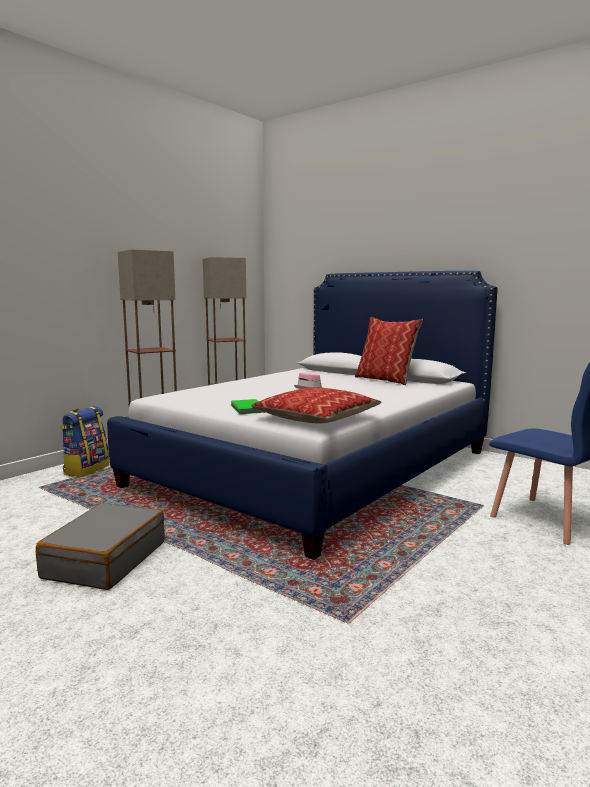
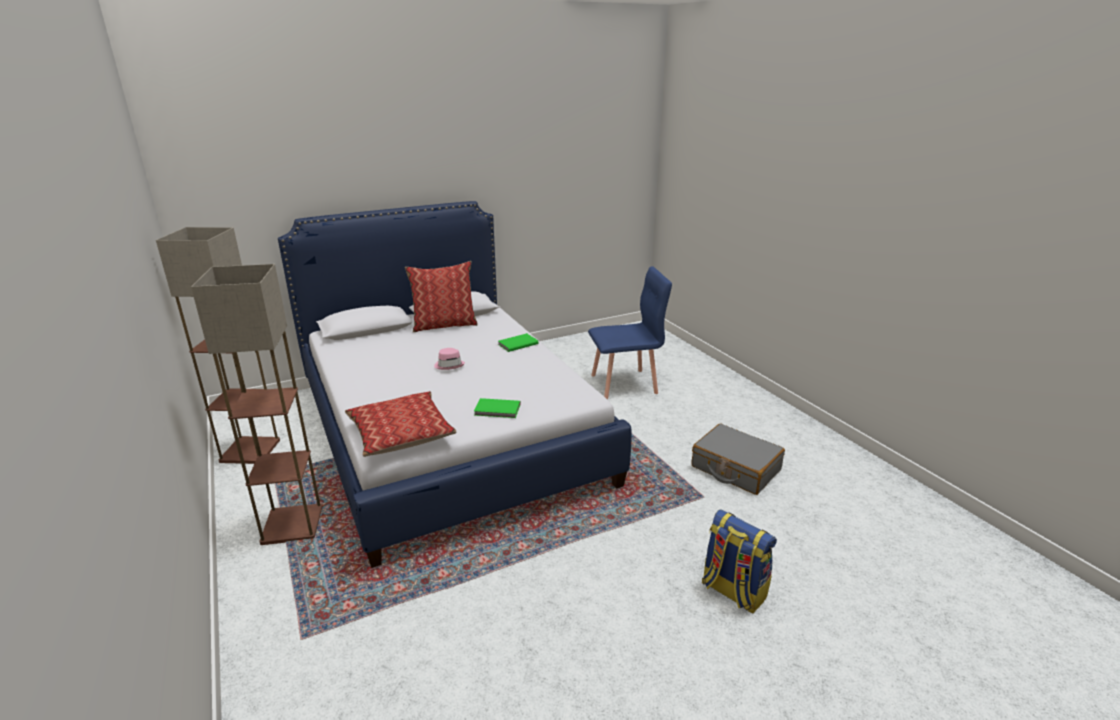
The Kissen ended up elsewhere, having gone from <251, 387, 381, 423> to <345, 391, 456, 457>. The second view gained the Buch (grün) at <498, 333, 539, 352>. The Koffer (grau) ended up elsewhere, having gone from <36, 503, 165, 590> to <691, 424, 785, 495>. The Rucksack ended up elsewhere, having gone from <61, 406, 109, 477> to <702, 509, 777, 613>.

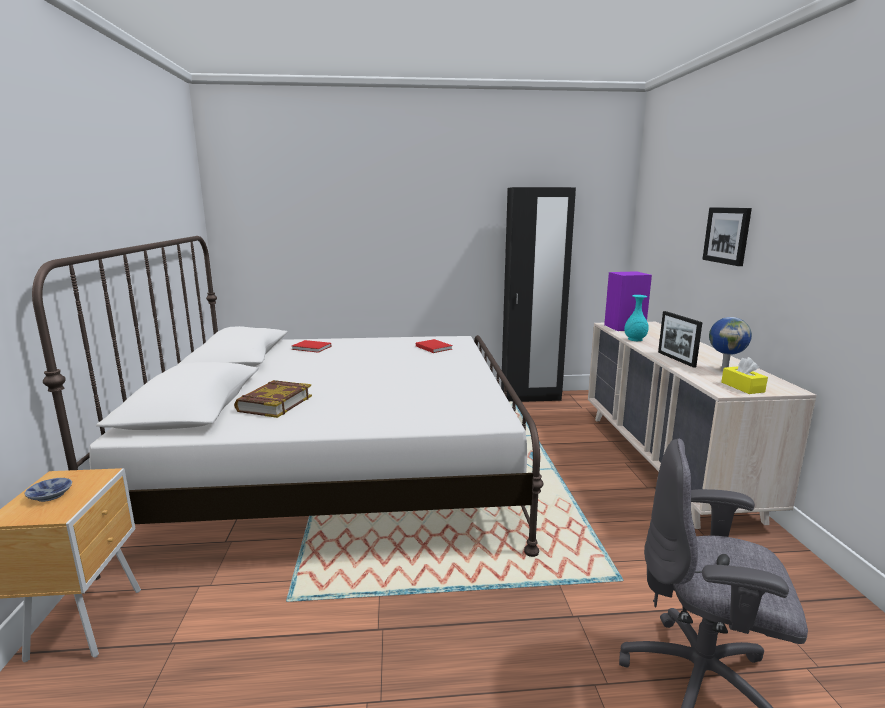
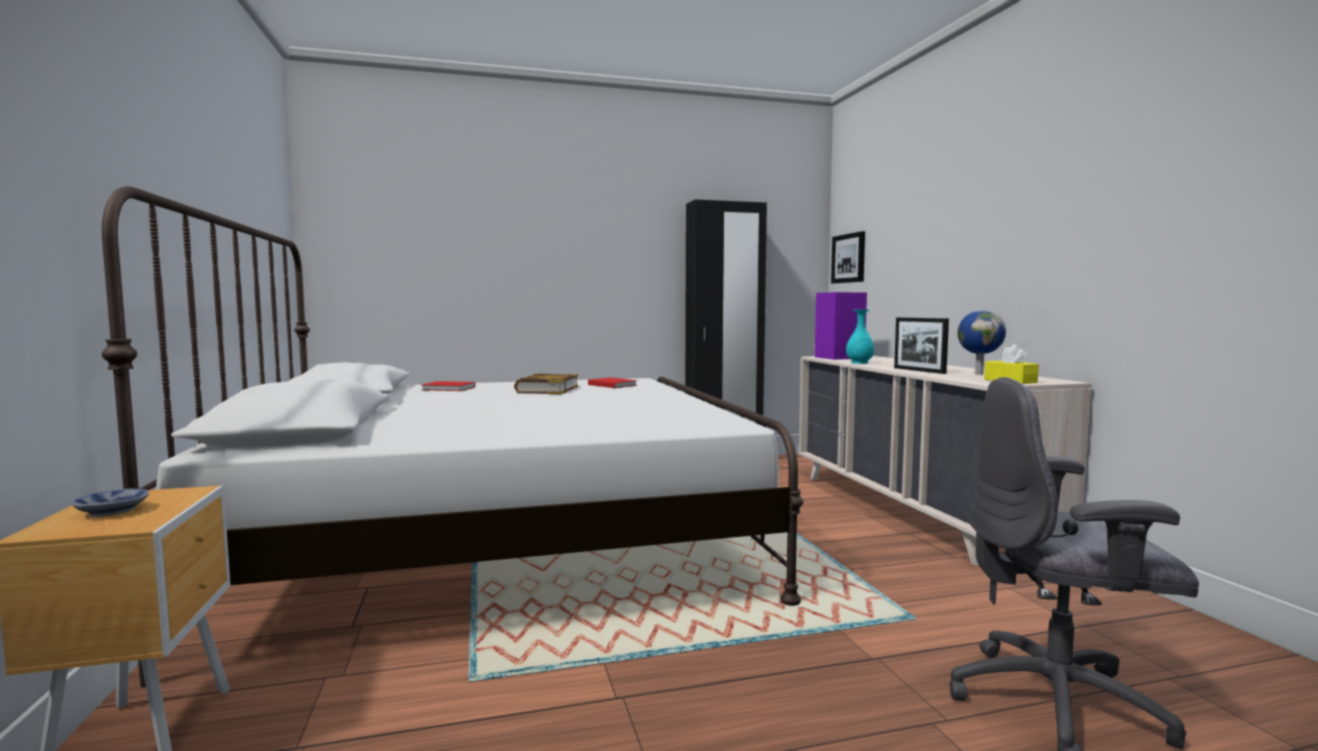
The Buch ended up elsewhere, having gone from <234, 380, 312, 418> to <514, 373, 578, 394>. The Bild ended up elsewhere, having gone from <702, 207, 752, 266> to <831, 231, 865, 284>.

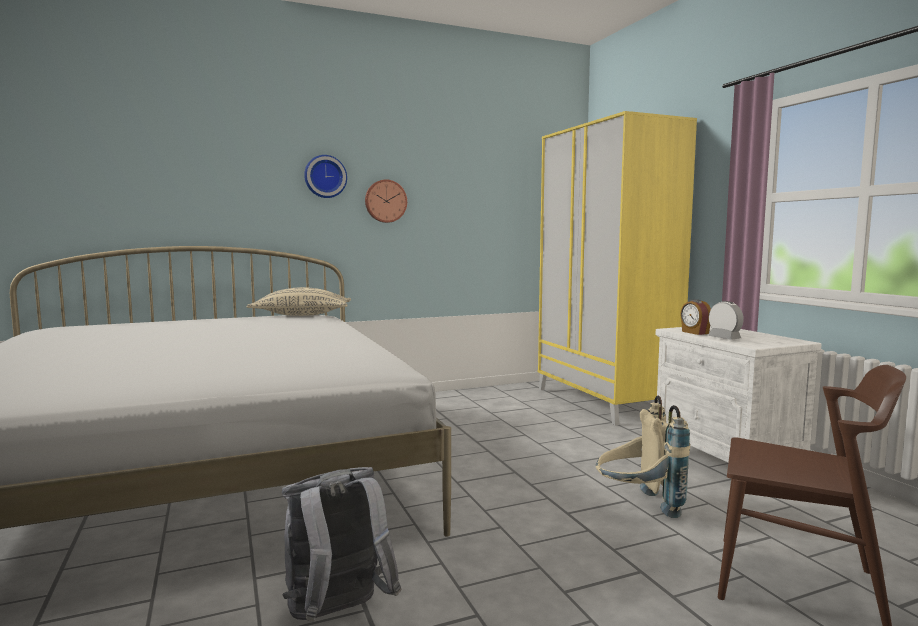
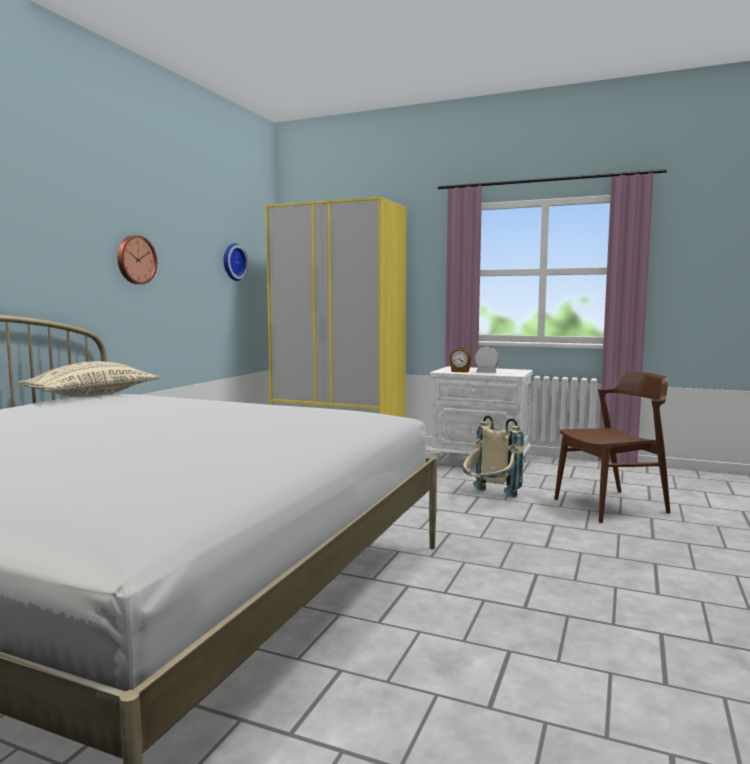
The Wanduhr ended up elsewhere, having gone from <304, 155, 347, 198> to <223, 243, 248, 281>. The second view lost the Rucksack (grau) at <282, 467, 402, 622>.

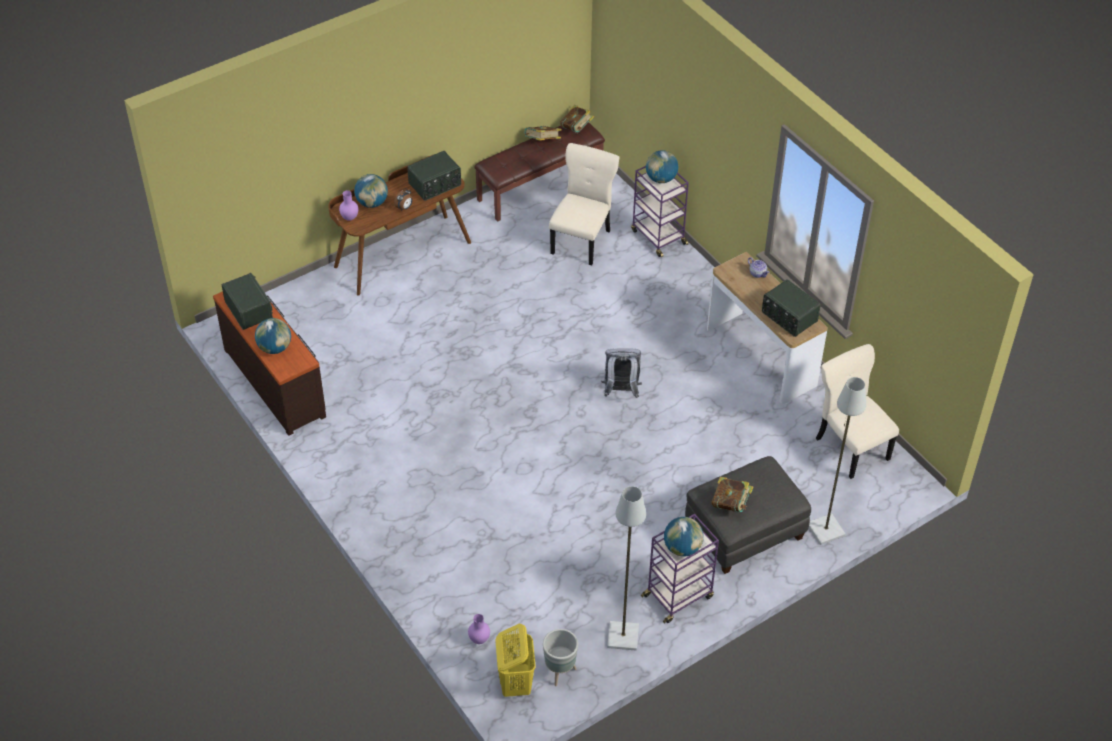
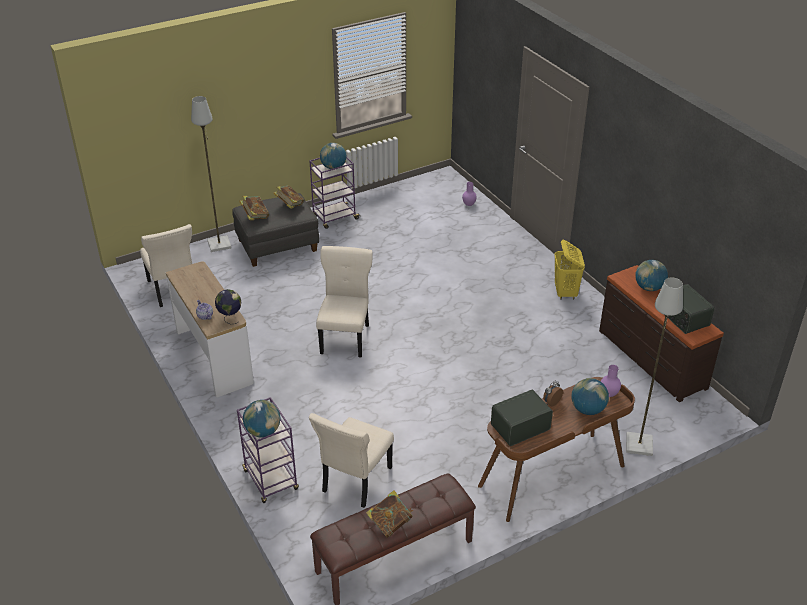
The second view gained the Globus at <215, 289, 241, 324>. The Buch ended up elsewhere, having gone from <560, 105, 594, 133> to <239, 196, 269, 220>. Where the Rucksack (grau) stood at <601, 348, 642, 398>, the Stuhl (beige) came to stand at <316, 246, 372, 358>. The Wäschekorb (gelb) ended up elsewhere, having gone from <495, 624, 536, 697> to <554, 240, 585, 300>. The Stehlampe (grau) ended up elsewhere, having gone from <607, 486, 646, 651> to <626, 277, 683, 456>. The second view lost the Pflanzkübel (grau) at <543, 629, 578, 686>. The second view lost the Radio at <762, 279, 821, 337>.

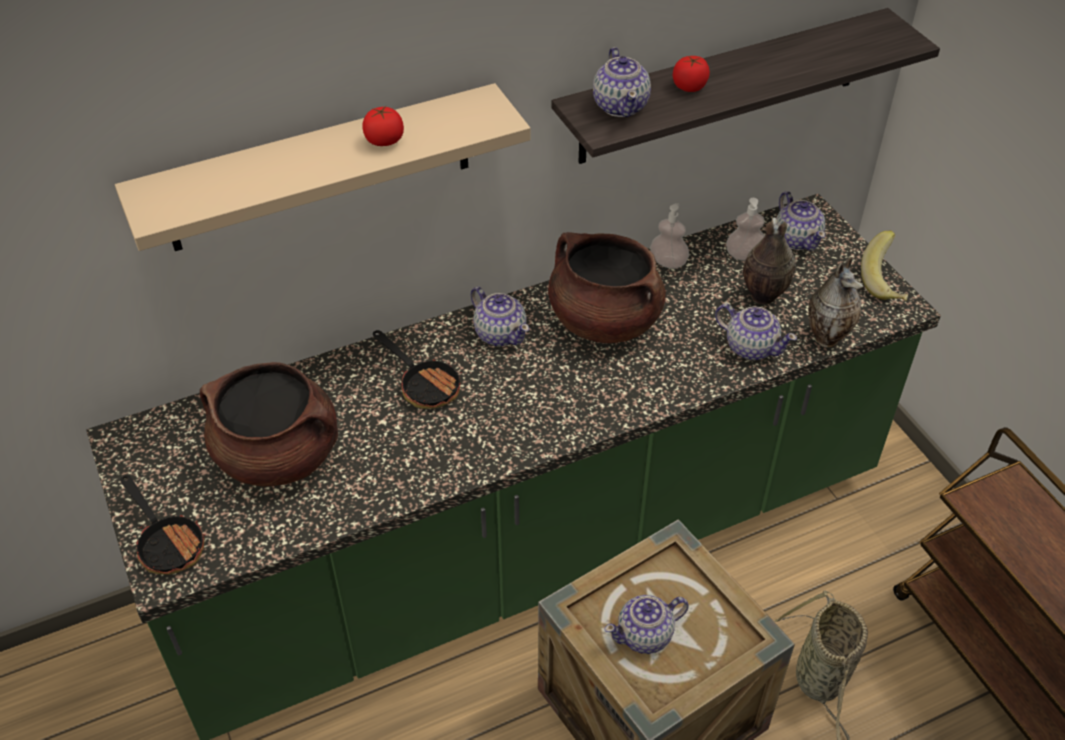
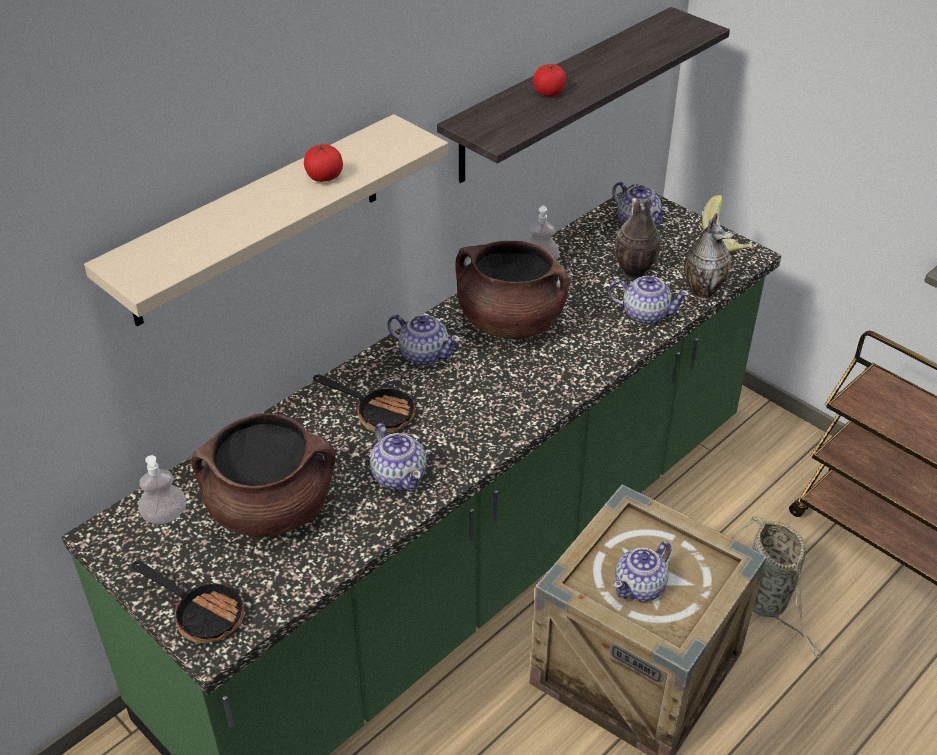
The Seifenspender ended up elsewhere, having gone from <726, 198, 765, 261> to <138, 455, 187, 524>. The Teekanne ended up elsewhere, having gone from <593, 47, 651, 117> to <370, 423, 426, 491>.

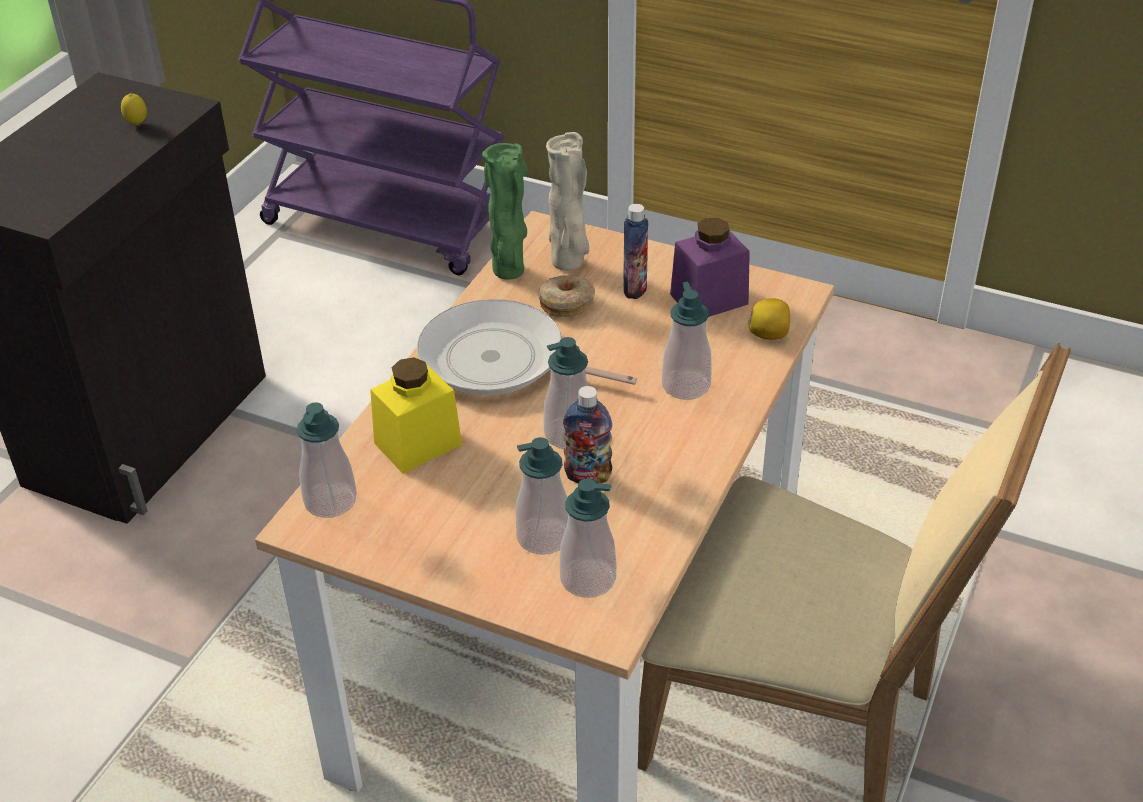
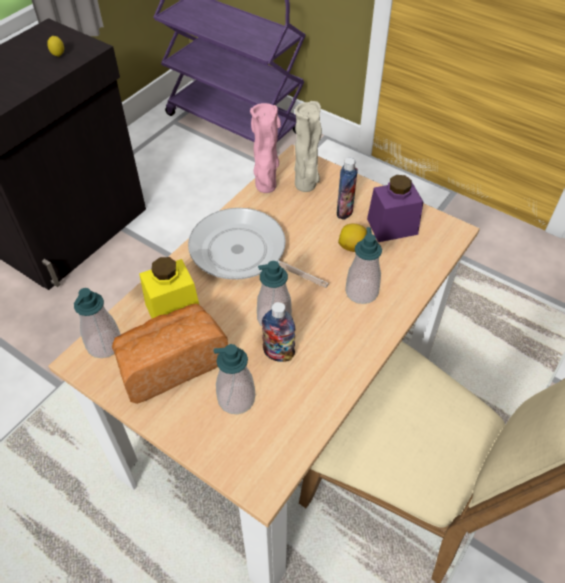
The second view gained the Brot at <112, 304, 228, 404>. What was the Vase (grün) at <482, 143, 528, 280> turned into the Vase (rosa) at <250, 103, 281, 193>. The Zitrone ended up elsewhere, having gone from <748, 298, 790, 340> to <338, 223, 367, 252>. The second view lost the Donut at <538, 275, 595, 317>. The second view lost the Seifenspender at <560, 479, 616, 598>.

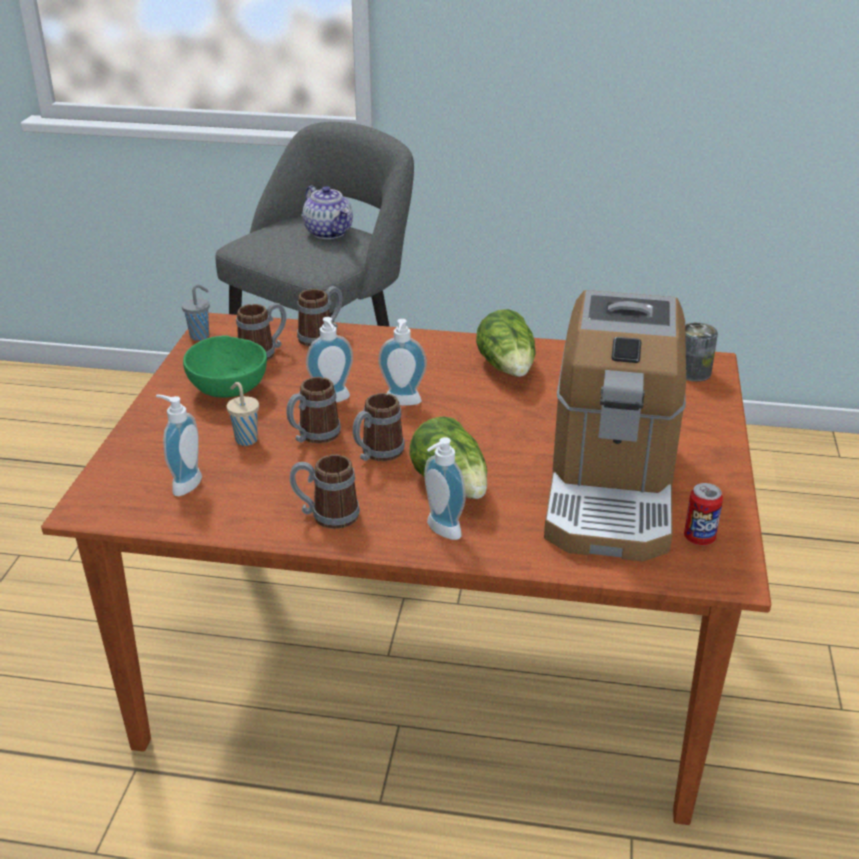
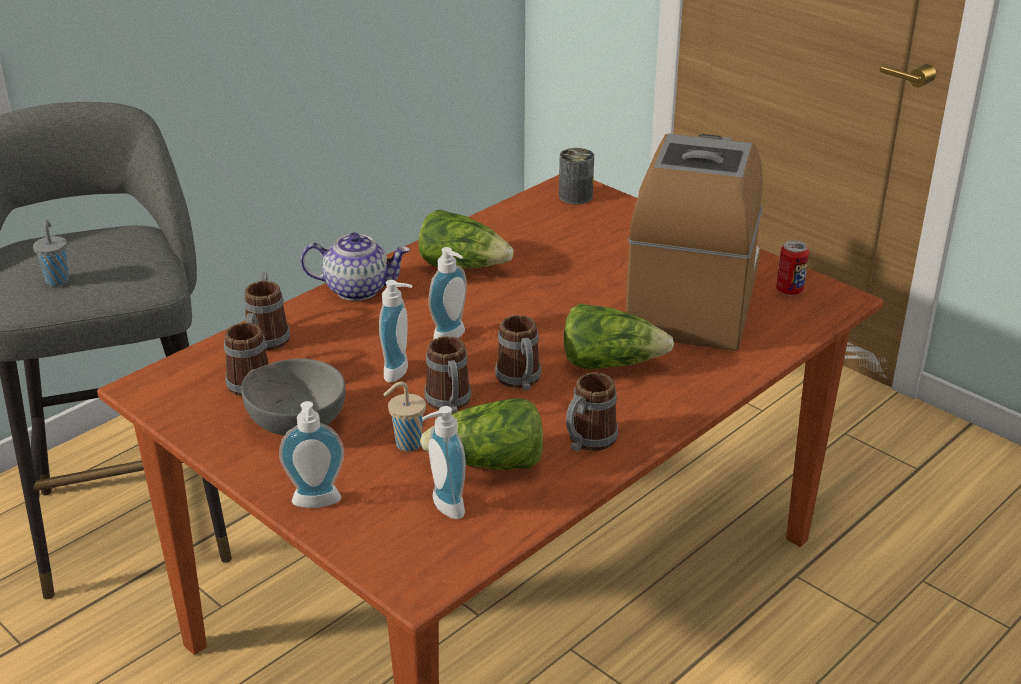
The Tasse (grau) ended up elsewhere, having gone from <182, 284, 210, 341> to <33, 220, 69, 286>. What was the Schüssel (grün) at <183, 335, 267, 398> turned into the Schüssel (grau) at <241, 358, 345, 436>. The Seifenspender ended up elsewhere, having gone from <424, 437, 466, 540> to <279, 401, 344, 508>. The Teekanne ended up elsewhere, having gone from <303, 185, 353, 239> to <301, 232, 410, 301>. The second view gained the Salatkopf at <420, 399, 543, 470>. The Kaffeemaschine at <544, 290, 686, 562> ended up facing another way, 120 degrees counterclockwise from before.

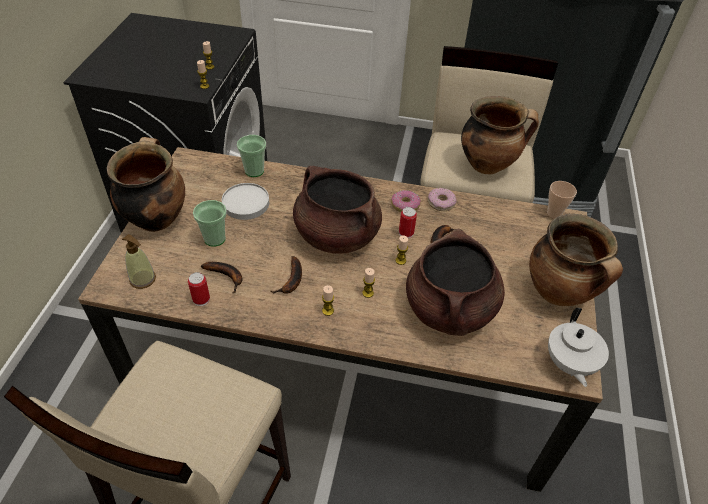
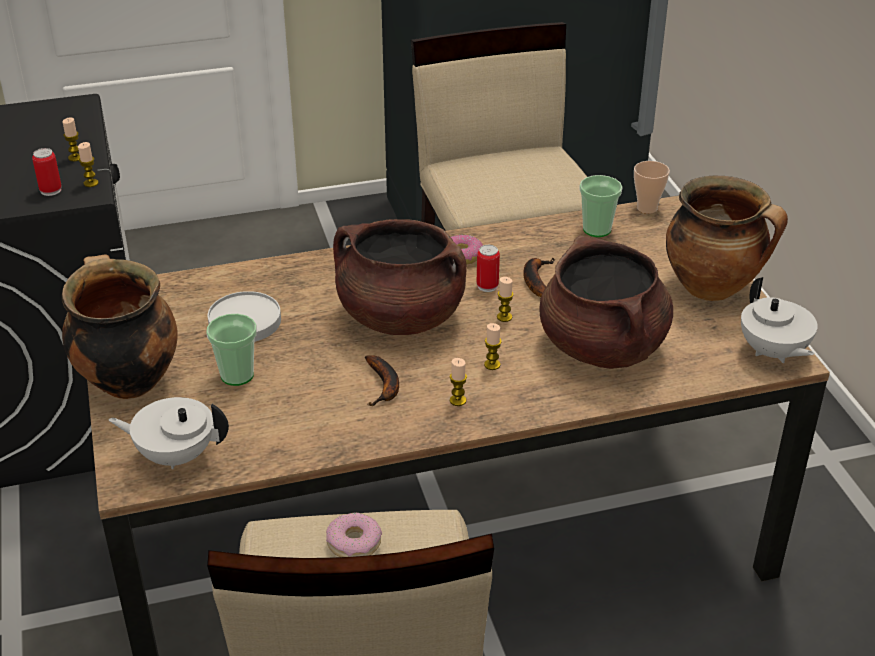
The Dose ended up elsewhere, having gone from <188, 272, 210, 306> to <32, 148, 62, 196>. Where the Seifenspender stood at <122, 234, 156, 289>, the Teekanne (weiß) came to stand at <108, 397, 229, 469>. The Donut ended up elsewhere, having gone from <428, 188, 456, 211> to <326, 513, 382, 557>. The Tasse ended up elsewhere, having gone from <237, 135, 266, 177> to <579, 175, 622, 237>. The second view lost the Banane at <201, 262, 242, 293>. The second view lost the Kochtopf at <461, 96, 539, 174>.

